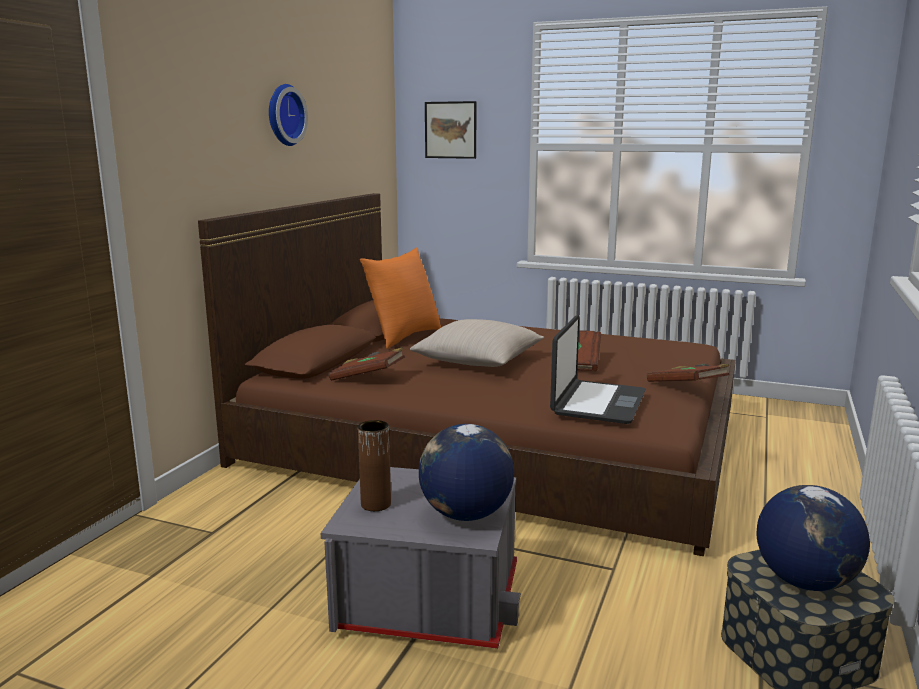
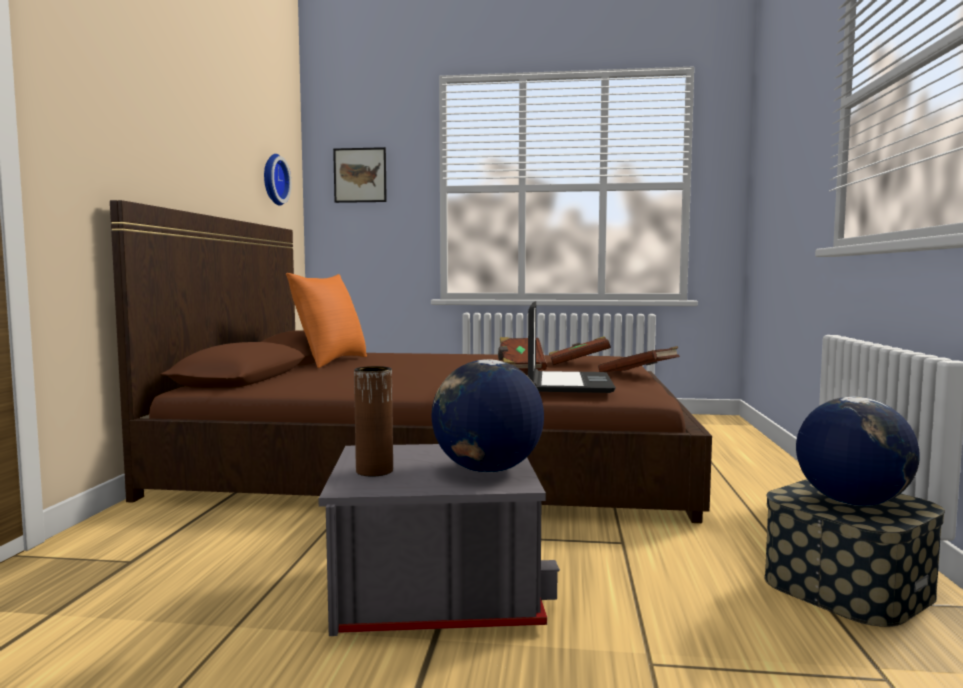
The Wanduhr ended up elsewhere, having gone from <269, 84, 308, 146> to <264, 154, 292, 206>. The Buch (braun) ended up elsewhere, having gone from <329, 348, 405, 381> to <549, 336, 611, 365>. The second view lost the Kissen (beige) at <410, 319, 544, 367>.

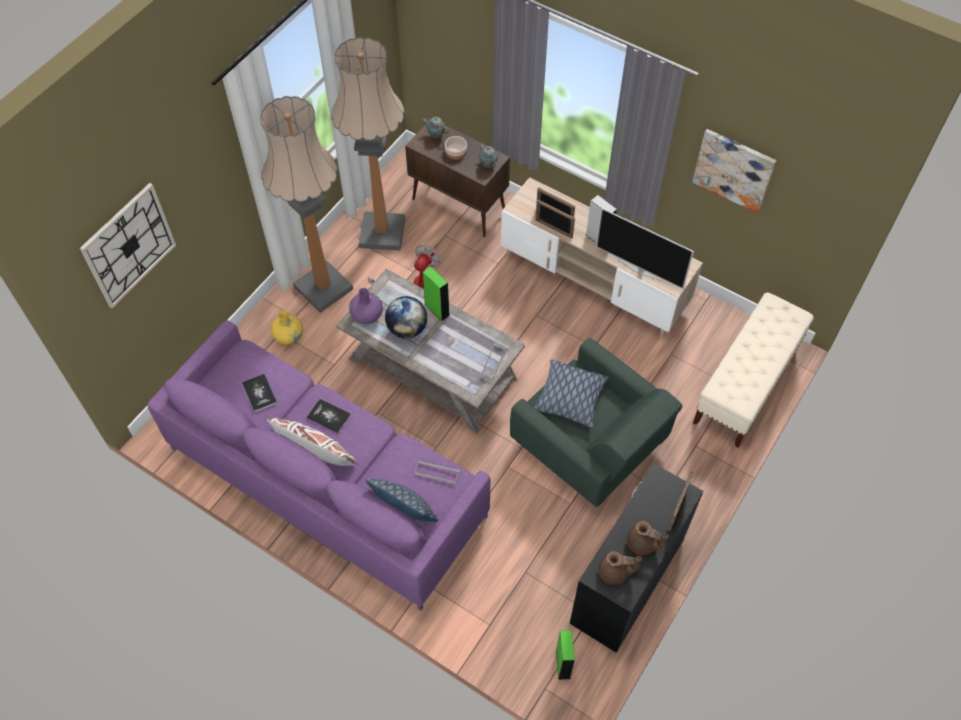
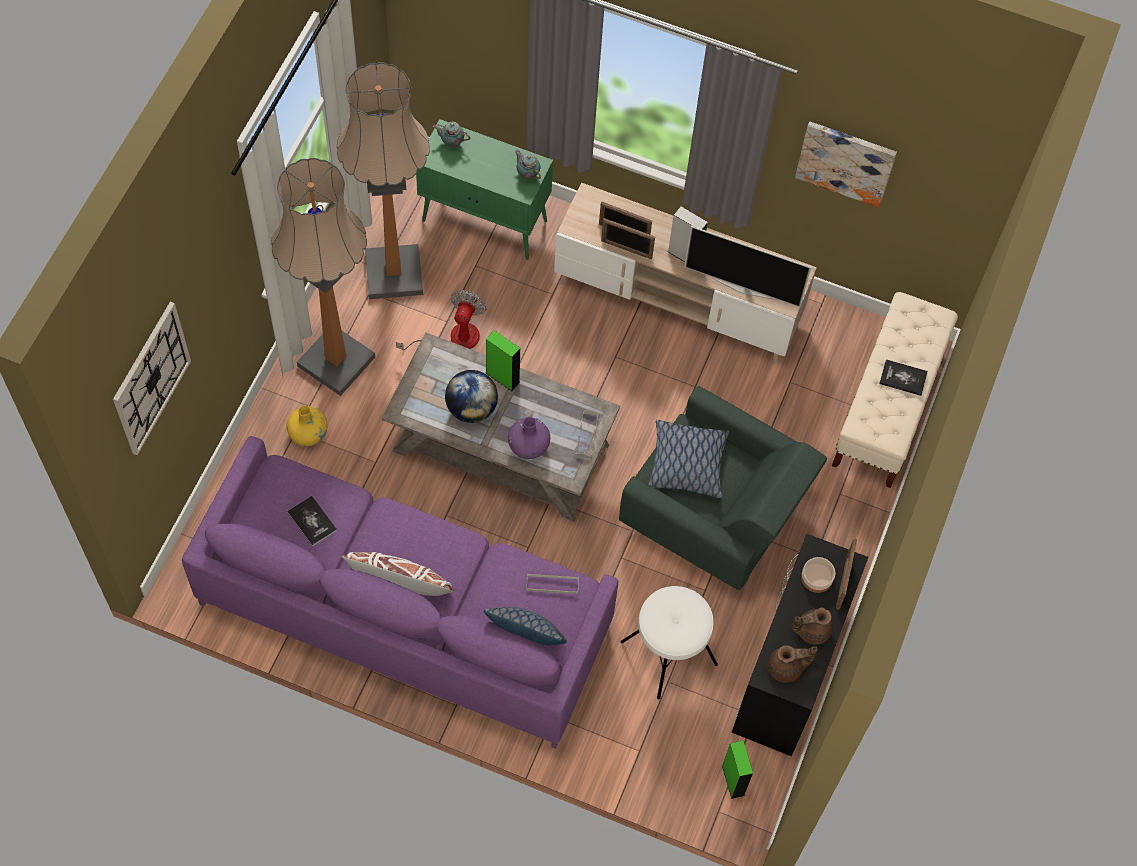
What was the Schrank (braun) at <405, 119, 510, 237> turned into the Schrank (grün) at <416, 119, 553, 260>. The Vase (lila) ended up elsewhere, having gone from <349, 288, 383, 324> to <508, 417, 550, 459>. The second view gained the Hocker (weiß) at <620, 586, 718, 699>. The Teekanne (braun) at <627, 521, 669, 555> ended up facing another way, 150 degrees clockwise from before. The Schüssel ended up elsewhere, having gone from <445, 136, 467, 160> to <801, 557, 835, 593>. The Buch ended up elsewhere, having gone from <307, 399, 351, 434> to <879, 359, 928, 396>.

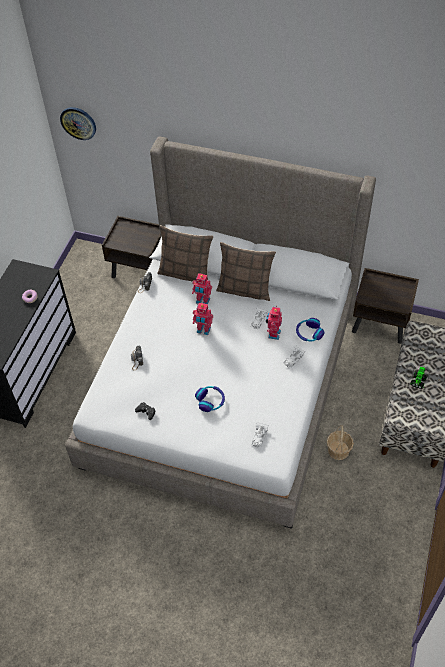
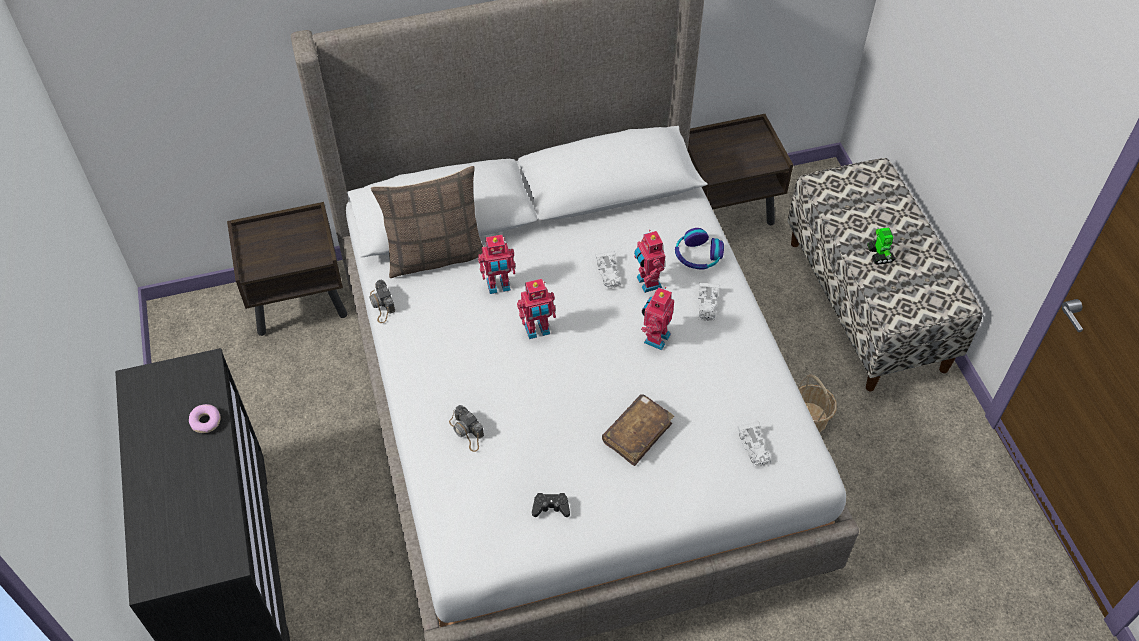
Where the Kopfhörer stood at <195, 386, 225, 412>, the Buch (braun) came to stand at <602, 394, 674, 466>. The second view gained the Spielzeugroboter at <641, 287, 674, 350>. The second view lost the Wanduhr at <60, 107, 96, 140>. The second view lost the Kissen at <216, 242, 276, 301>.

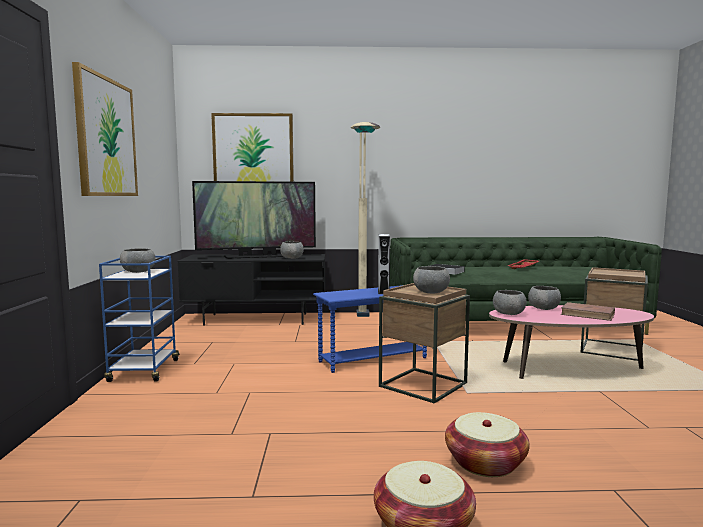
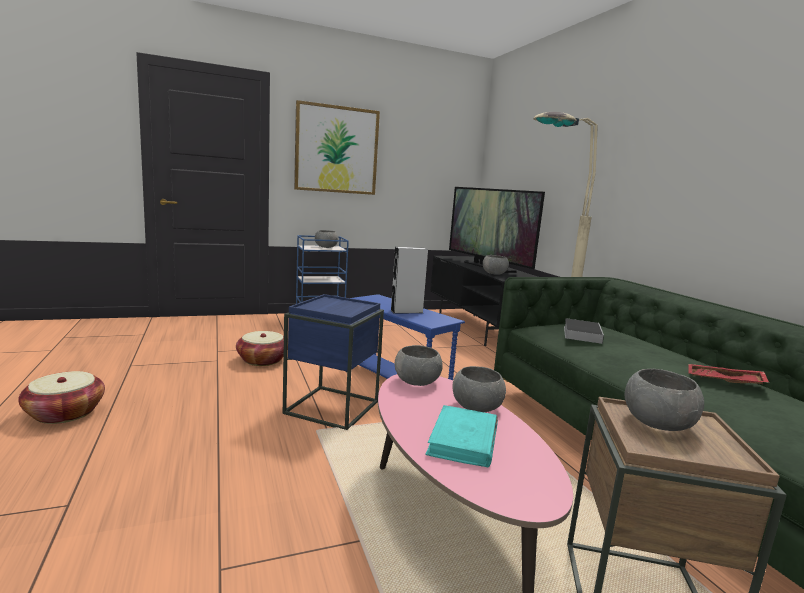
The Korb ended up elsewhere, having gone from <445, 412, 530, 477> to <236, 331, 284, 366>. What was the Beistelltisch (braun) at <379, 283, 470, 404> turned into the Beistelltisch (blau) at <283, 294, 384, 430>. What was the Buch (braun) at <561, 302, 615, 321> turned into the Buch (türkis) at <425, 405, 498, 467>. The Schüssel (grau) ended up elsewhere, having gone from <413, 266, 450, 294> to <625, 369, 704, 431>. The second view lost the Bild at <211, 113, 294, 182>.

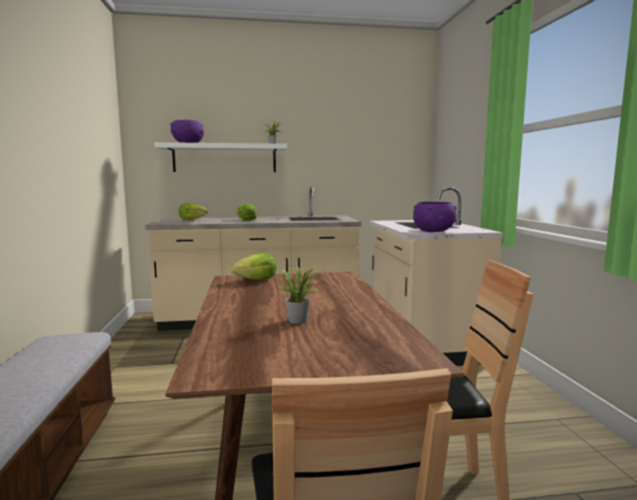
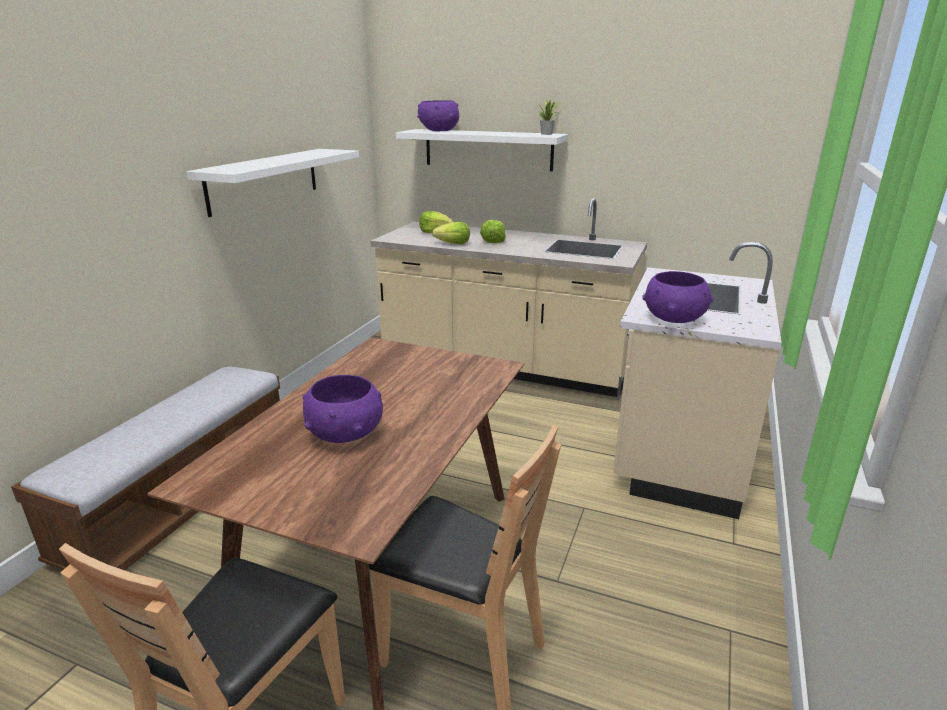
The second view gained the Wandregal (weiß) at <186, 149, 359, 217>. Where the Topfpflanze stood at <278, 266, 321, 324>, the Schüssel (lila) came to stand at <302, 375, 383, 443>. The Salatkopf ended up elsewhere, having gone from <231, 253, 277, 280> to <432, 222, 470, 244>.

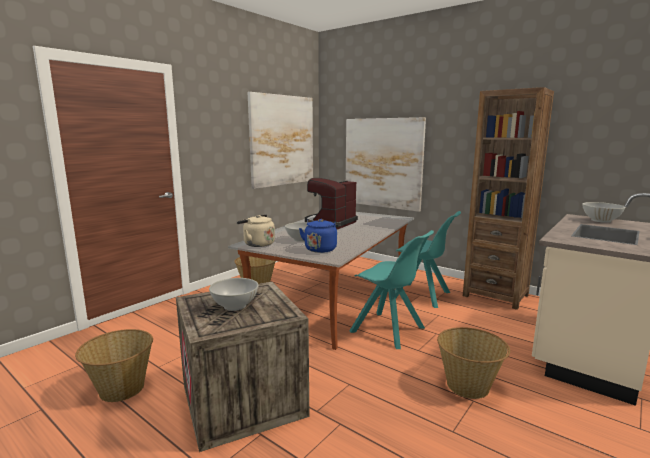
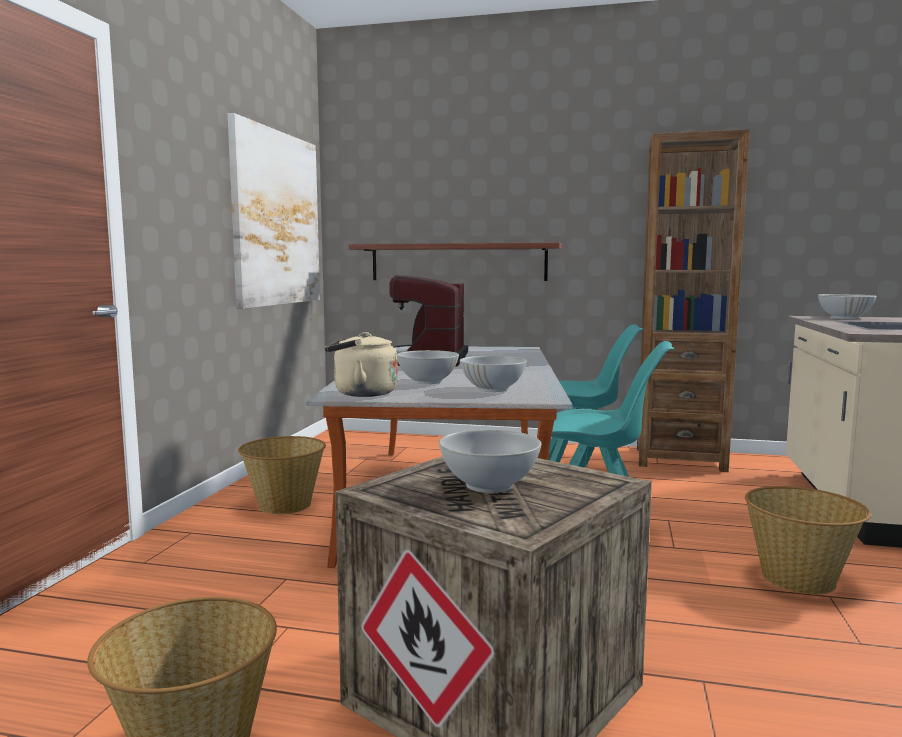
Where the Bild hung at <346, 117, 426, 212>, the Wandregal came to hang at <349, 243, 562, 281>. Where the Wasserkessel (blau) stood at <299, 219, 341, 253>, the Schüssel (weiß) came to stand at <460, 356, 527, 392>.

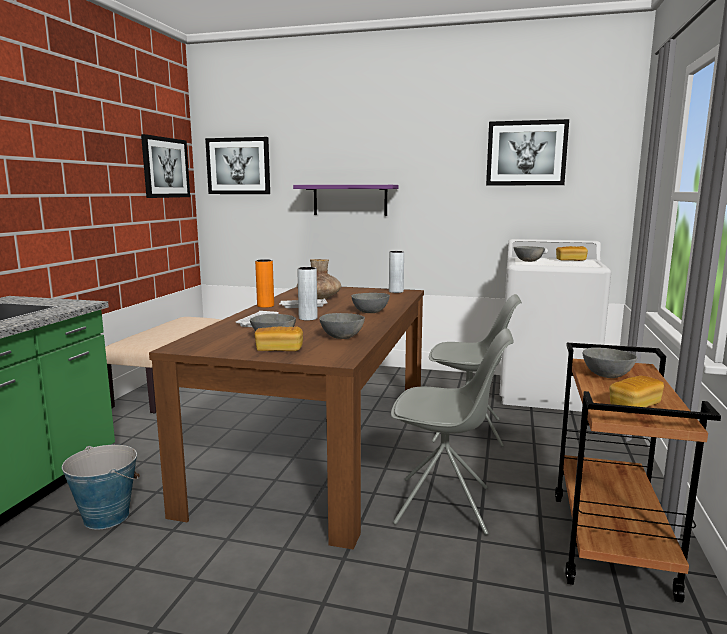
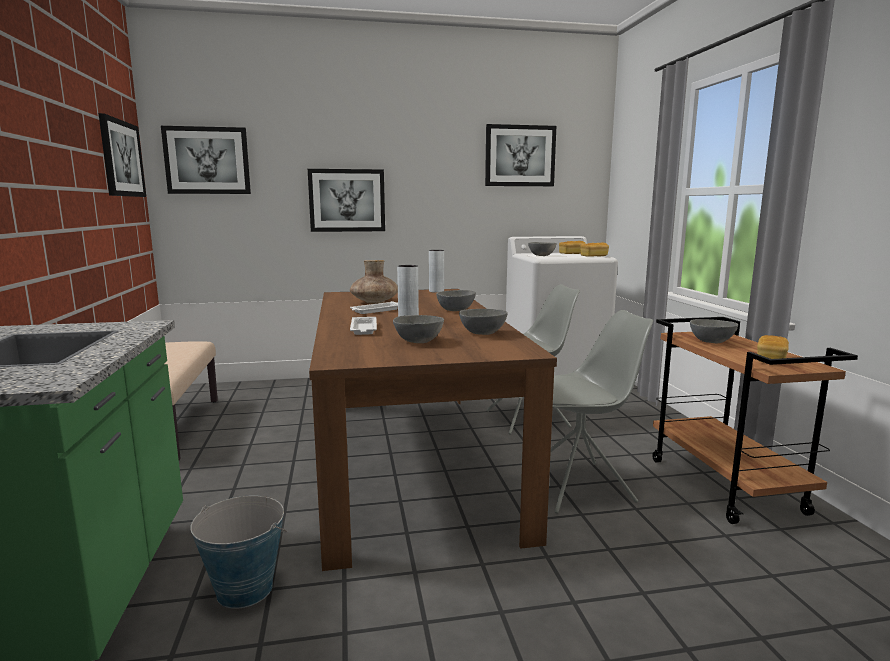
Where the Wandregal (lila) hung at <293, 185, 399, 216>, the Bild came to hang at <308, 169, 385, 232>. The Brot ended up elsewhere, having gone from <254, 326, 303, 351> to <580, 242, 609, 257>. The second view lost the Vase (orange) at <255, 259, 274, 308>.

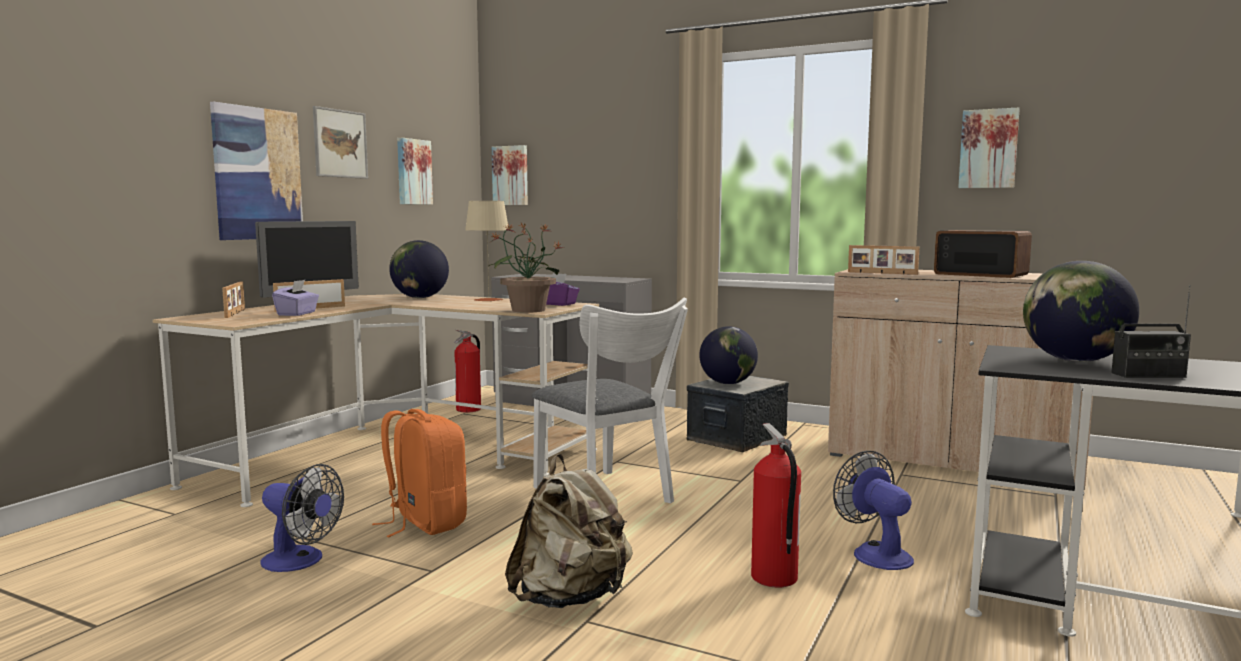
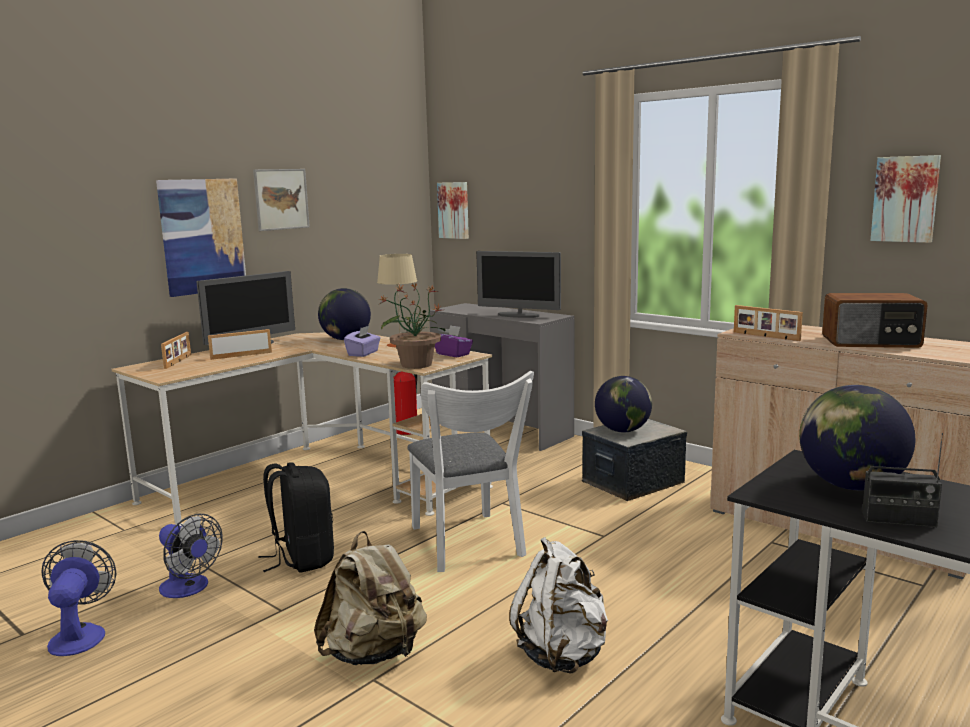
The Ventilator ended up elsewhere, having gone from <833, 451, 914, 570> to <42, 540, 116, 656>. What was the Rucksack (orange) at <372, 409, 467, 537> turned into the Rucksack (schwarz) at <258, 462, 334, 573>. The Taschentuchbox (lila) ended up elsewhere, having gone from <272, 280, 319, 316> to <344, 325, 381, 357>. The second view gained the Monitor at <476, 251, 561, 318>. Where the Feuerlöscher stood at <751, 423, 801, 588>, the Rucksack (weiß) came to stand at <509, 537, 608, 674>. The Radio at <934, 230, 1032, 278> ended up facing another way, 135 degrees clockwise from before. The second view lost the Bild at <397, 138, 433, 205>.

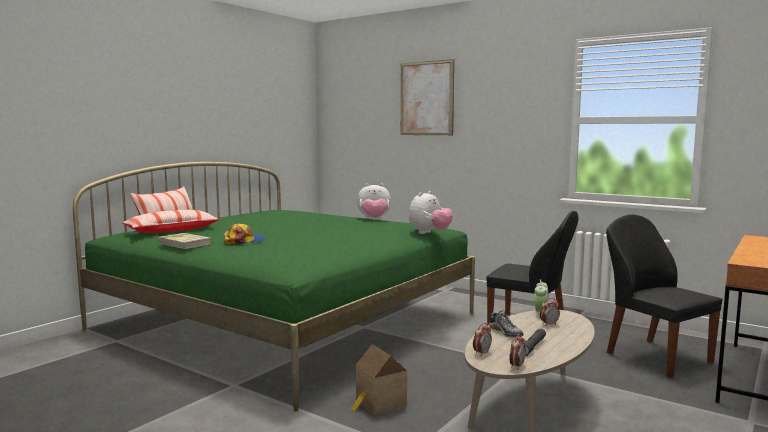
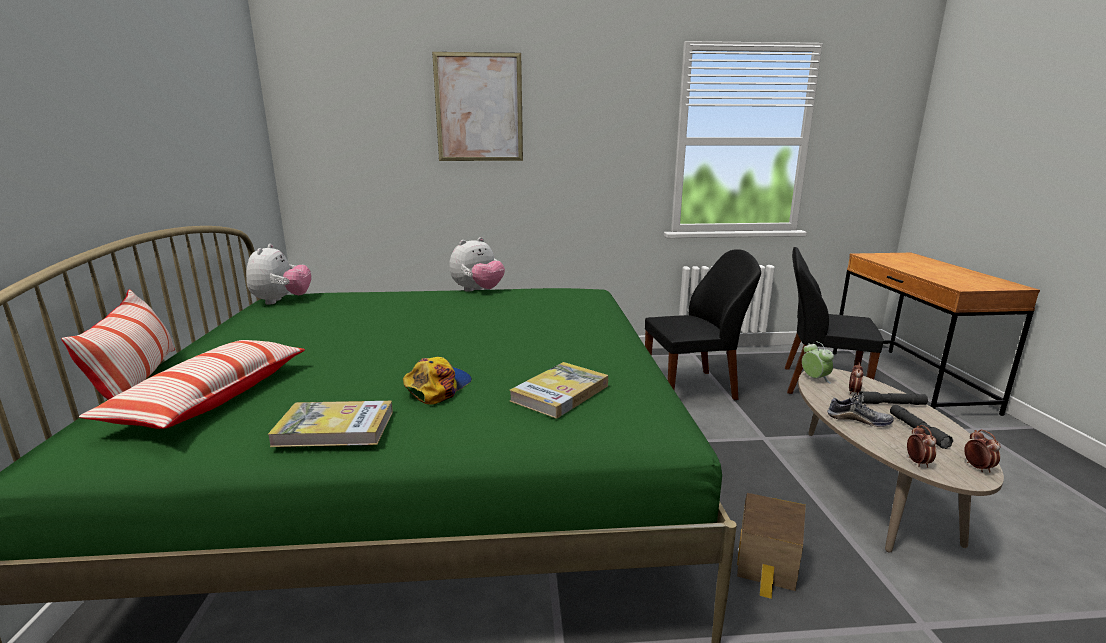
The Plüschtier ended up elsewhere, having gone from <409, 191, 453, 234> to <246, 244, 311, 305>. The second view gained the Buch at <509, 362, 608, 419>. The second view gained the Taschenlampe (grau) at <858, 391, 928, 405>.

